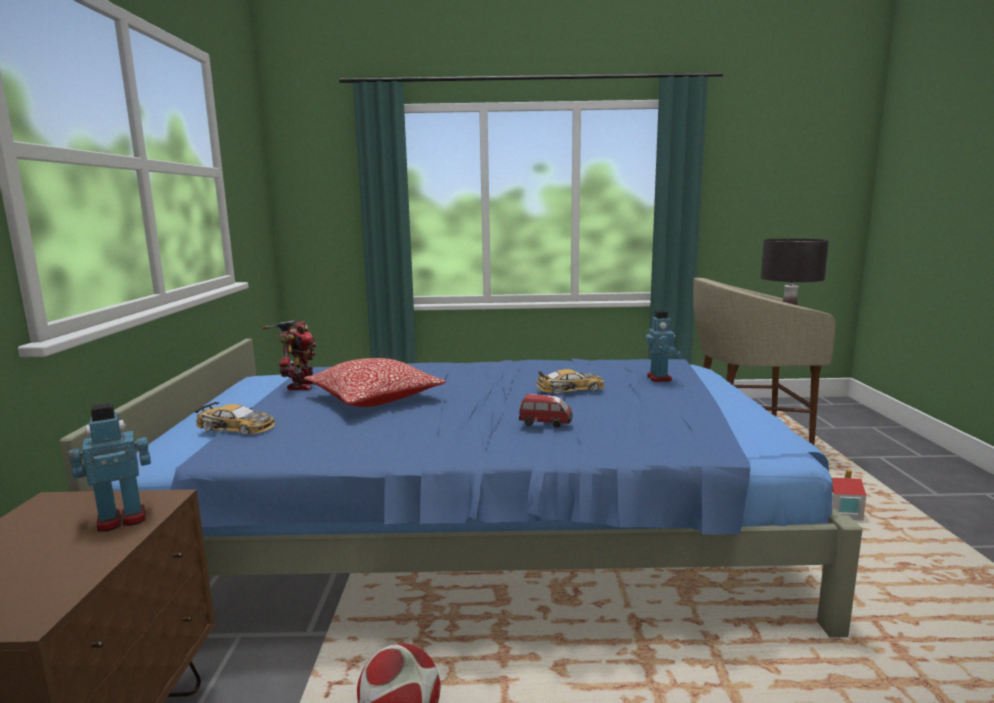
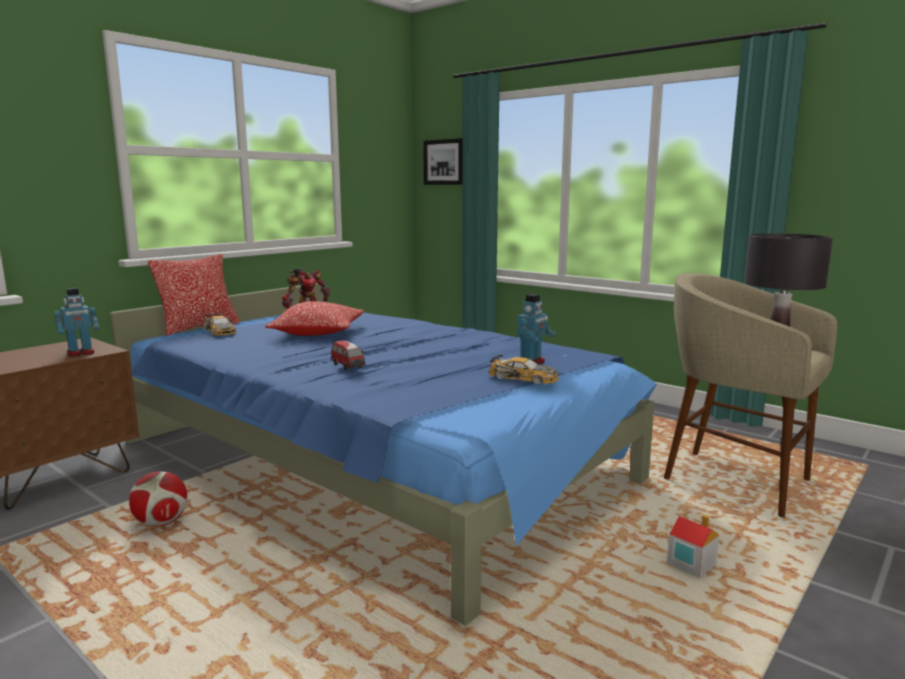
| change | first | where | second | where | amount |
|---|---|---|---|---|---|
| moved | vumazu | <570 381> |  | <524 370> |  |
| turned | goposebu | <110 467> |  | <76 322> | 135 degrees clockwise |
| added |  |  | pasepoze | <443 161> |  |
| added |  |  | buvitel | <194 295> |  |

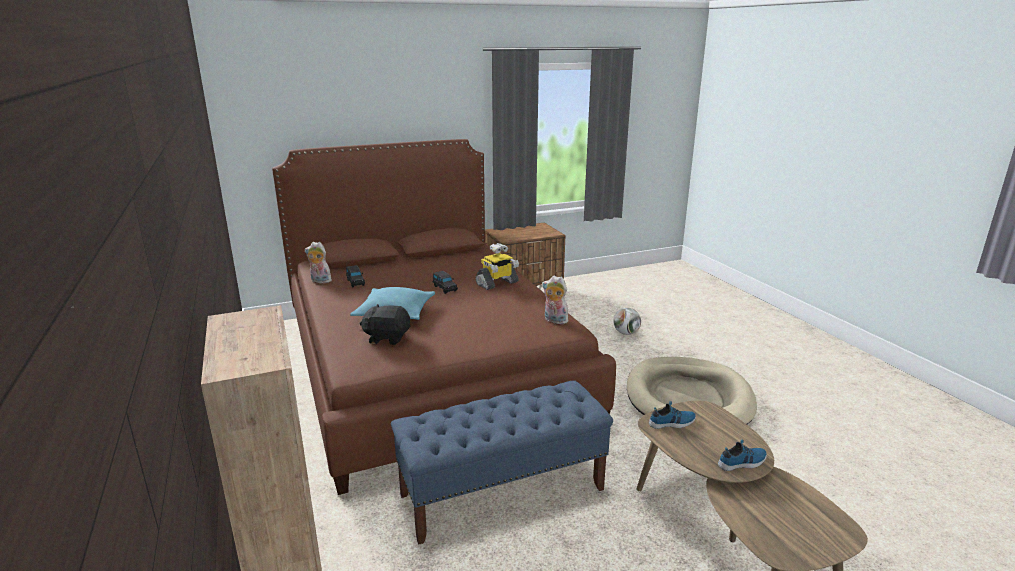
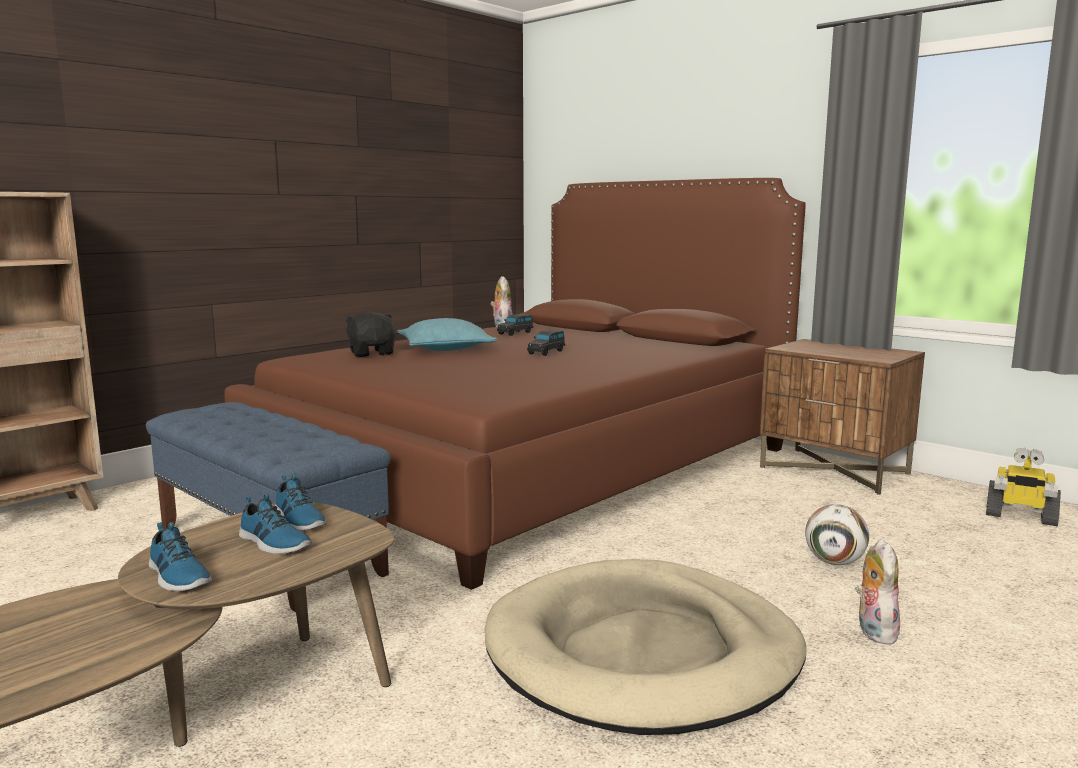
| change | first | where | second | where | amount |
|---|---|---|---|---|---|
| moved | goposebu | <497 266> |  | <1023 487> |  |
| moved | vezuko | <555 300> |  | <877 592> |  |
| added |  |  | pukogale | <275 524> |  |

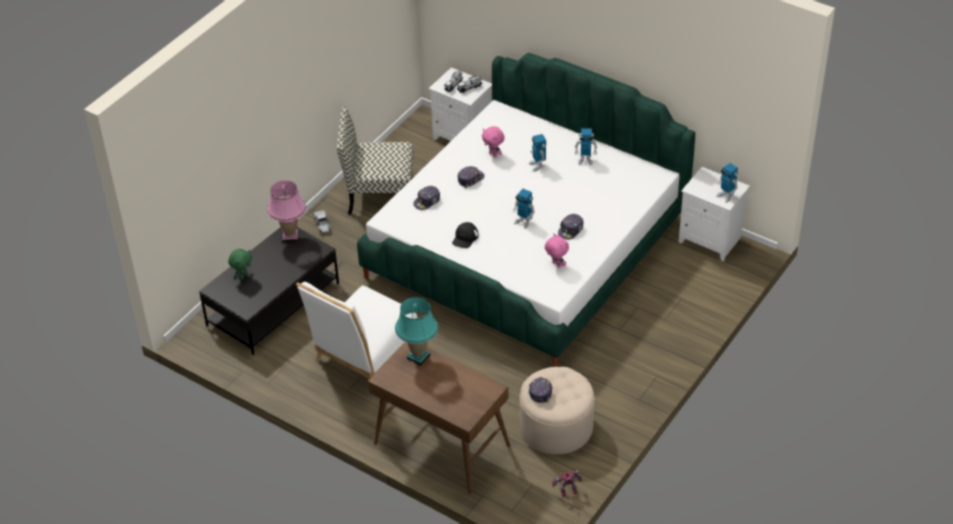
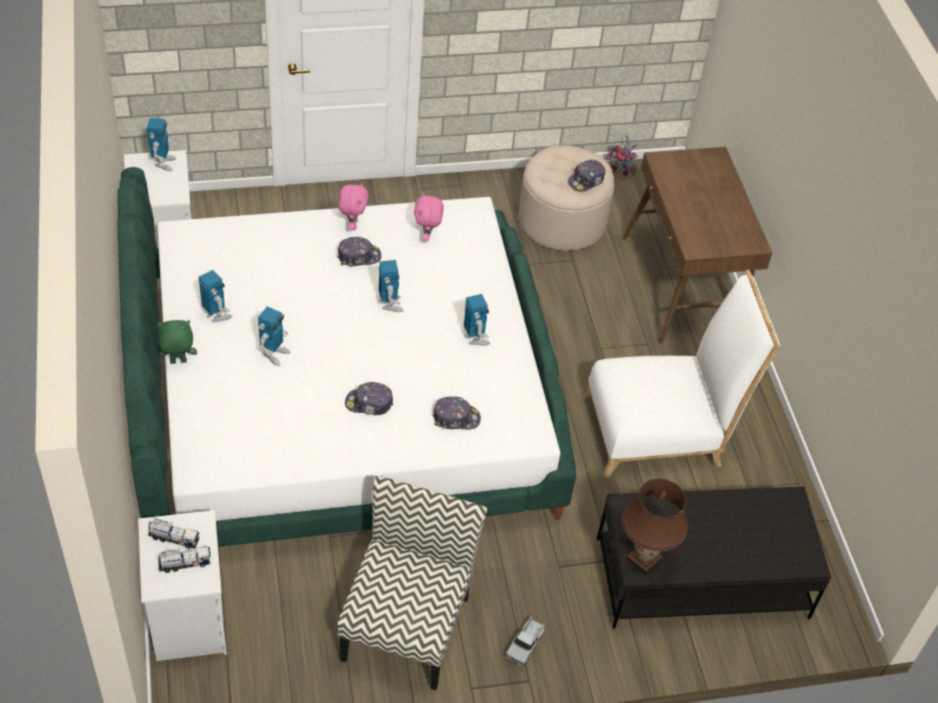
| change | first | where | second | where | amount |
|---|---|---|---|---|---|
| turned | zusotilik | <375 160> |  | <412 583> | 120 degrees counterclockwise |
| moved | vezuko (pink) | <493 141> |  | <353 206> |  |
| recoloured | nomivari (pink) | <286 211> | nomivari (brown) | <654 526> |  |
| replaced | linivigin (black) | <465 235> | goposebu | <477 320> |  |
| moved | vezuko (green) | <240 265> |  | <177 342> |  |
| removed | nomivari (turquoise) | <416 331> |  |  |  |

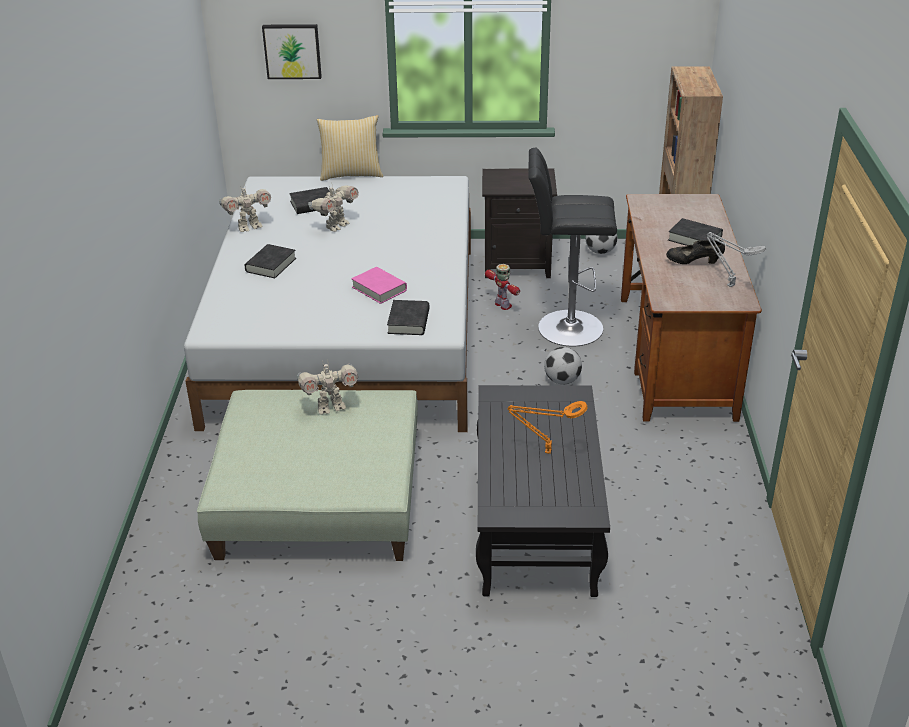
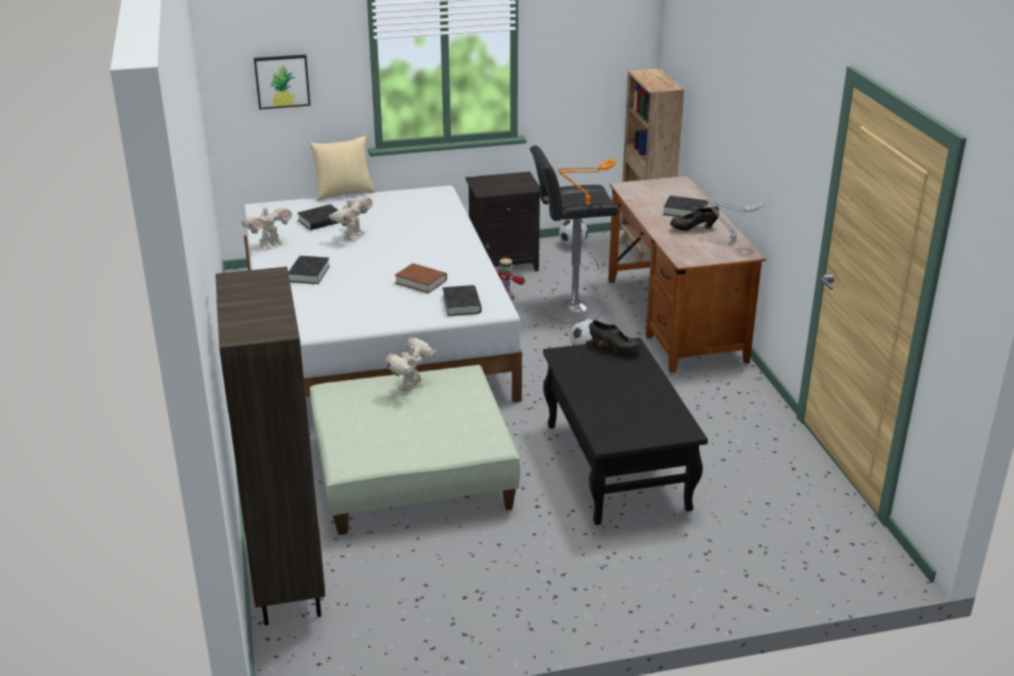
| change | first | where | second | where | amount |
|---|---|---|---|---|---|
| recoloured | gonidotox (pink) | <379 285> | gonidotox (brown) | <421 278> |  |
| turned | goposebu | <327 388> |  | <410 364> | 150 degrees clockwise |
| moved | nomivari (orange) | <547 427> |  | <587 182> |  |
| added |  |  | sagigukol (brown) | <270 446> |  |
| added |  |  | pukogale (black) | <616 336> |  |

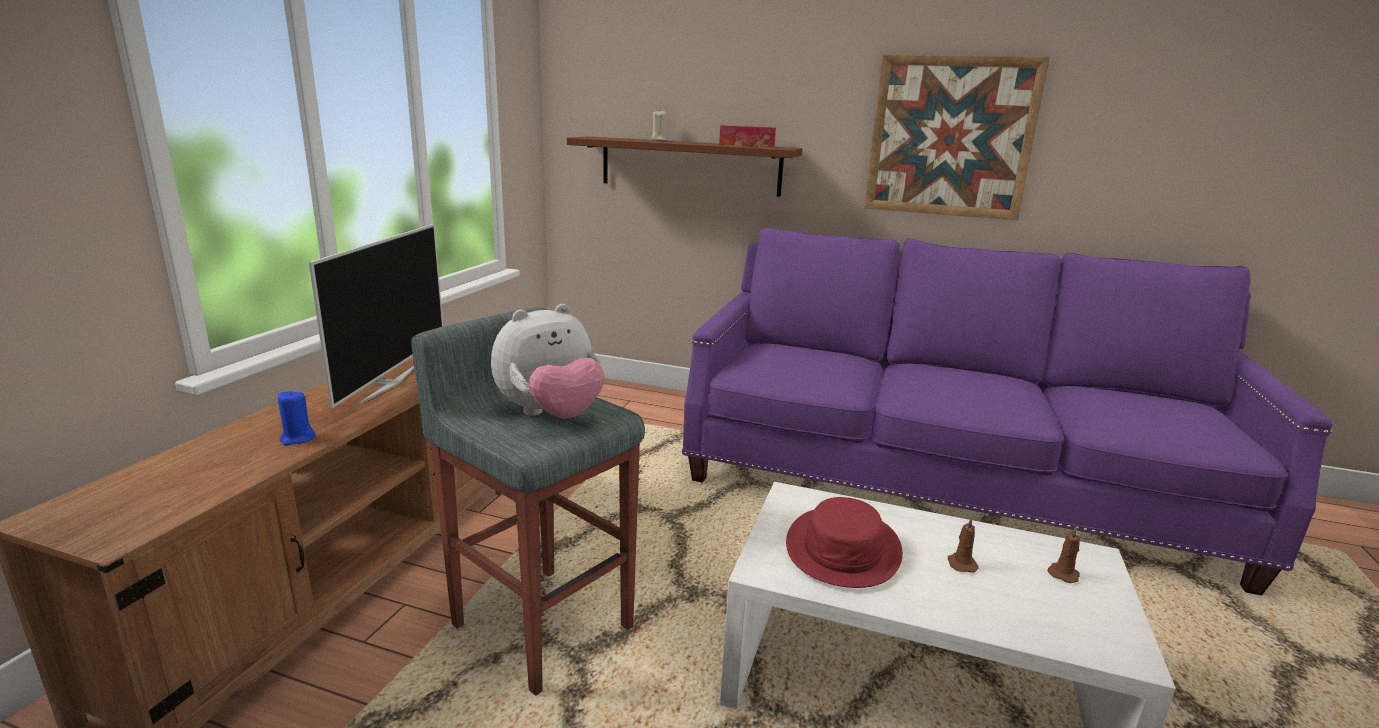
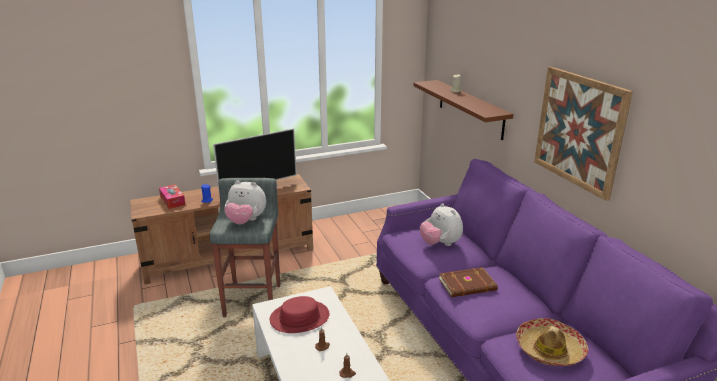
| change | first | where | second | where | amount |
|---|---|---|---|---|---|
| moved | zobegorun | <747 136> |  | <172 196> |  |
| added |  |  | vezuko | <441 224> |  |
| added |  |  | gonidotox (brown) | <468 282> |  |
| added |  |  | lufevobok | <552 342> |  |

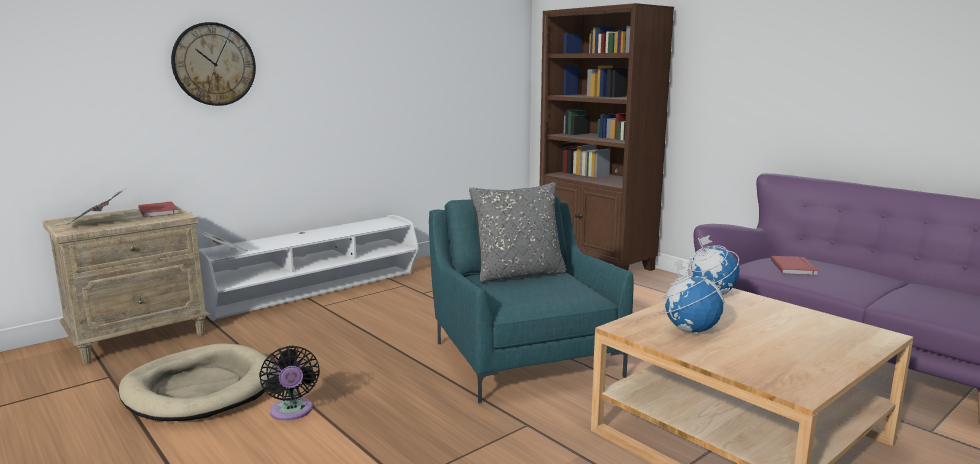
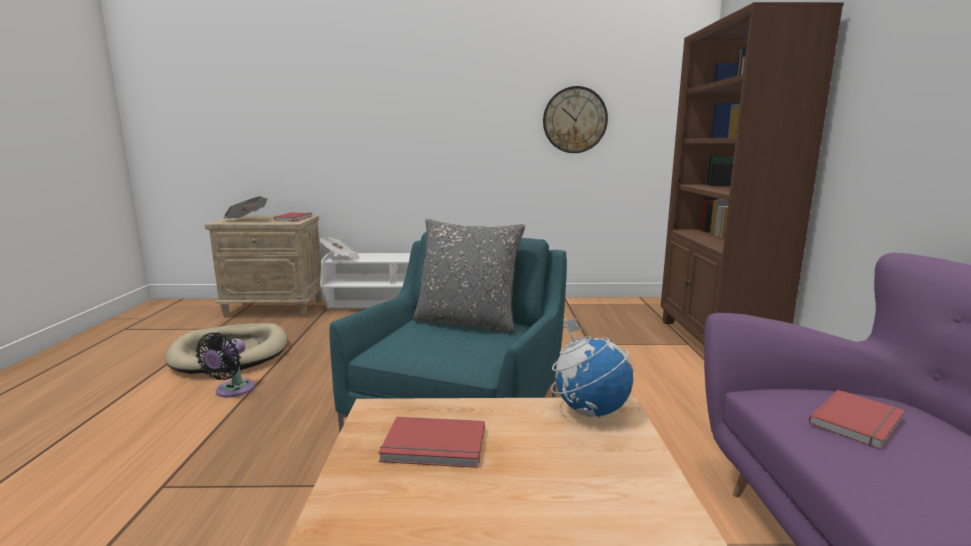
| change | first | where | second | where | amount |
|---|---|---|---|---|---|
| moved | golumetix | <213 64> |  | <575 119> |  |
| replaced | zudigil | <692 297> | gonidotox (red) | <431 442> |  |

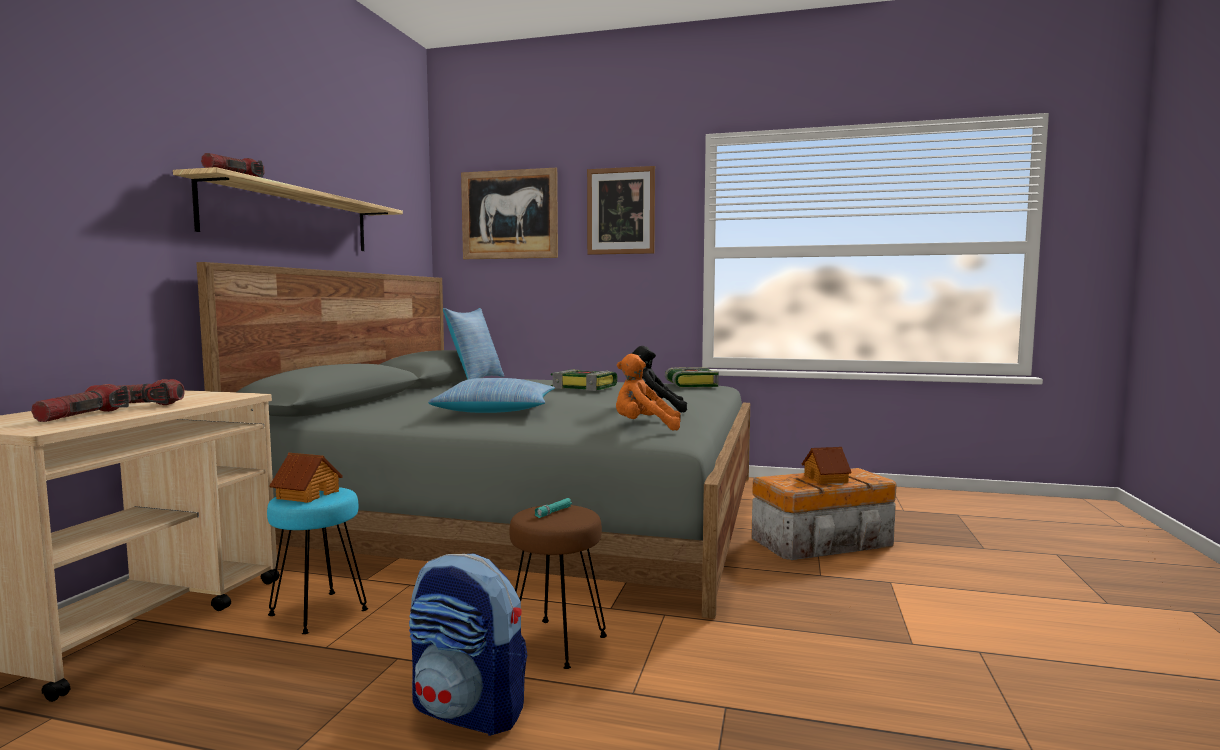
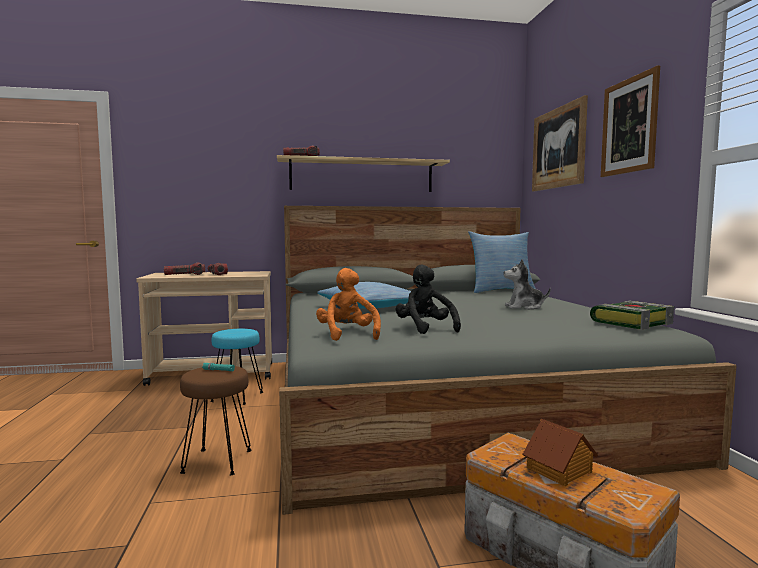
| change | first | where | second | where | amount |
|---|---|---|---|---|---|
| replaced | gonidotox | <584 380> | vezuko | <527 284> |  |
| removed | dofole | <306 478> |  |  |  |
| removed | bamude | <468 644> |  |  |  |

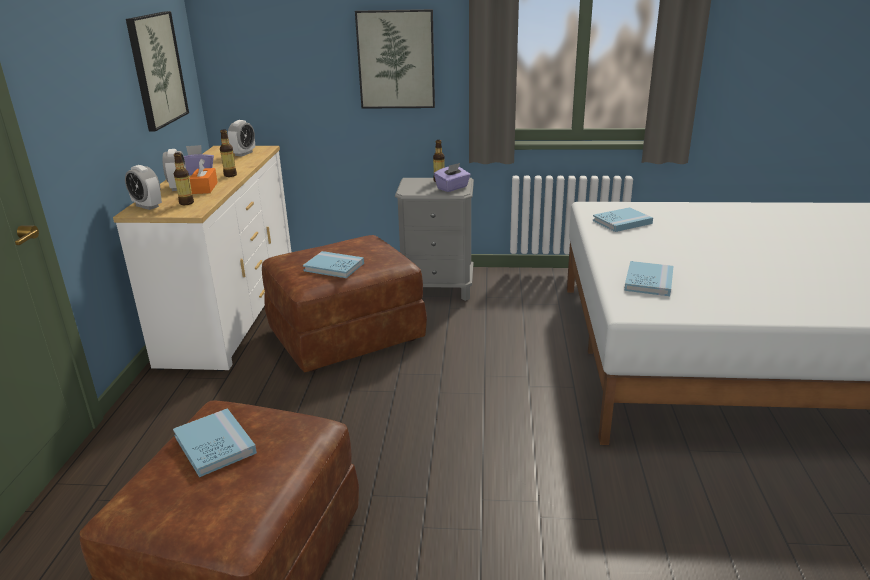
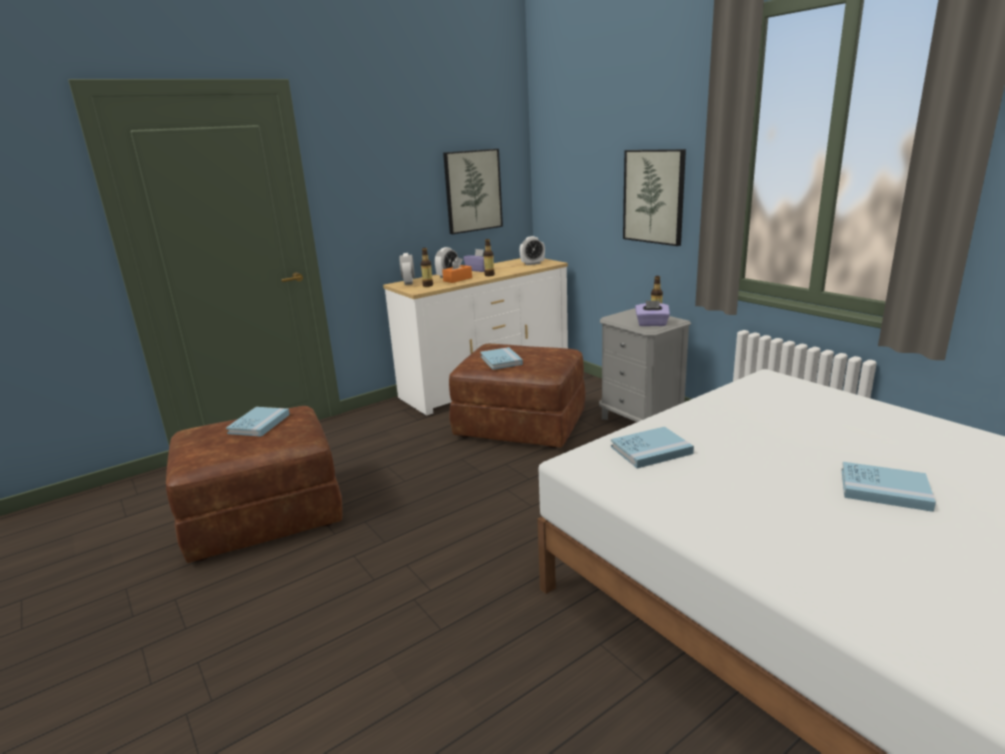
| change | first | where | second | where | amount |
|---|---|---|---|---|---|
| moved | gonidotox (blue) | <623 219> |  | <888 487> |  |

